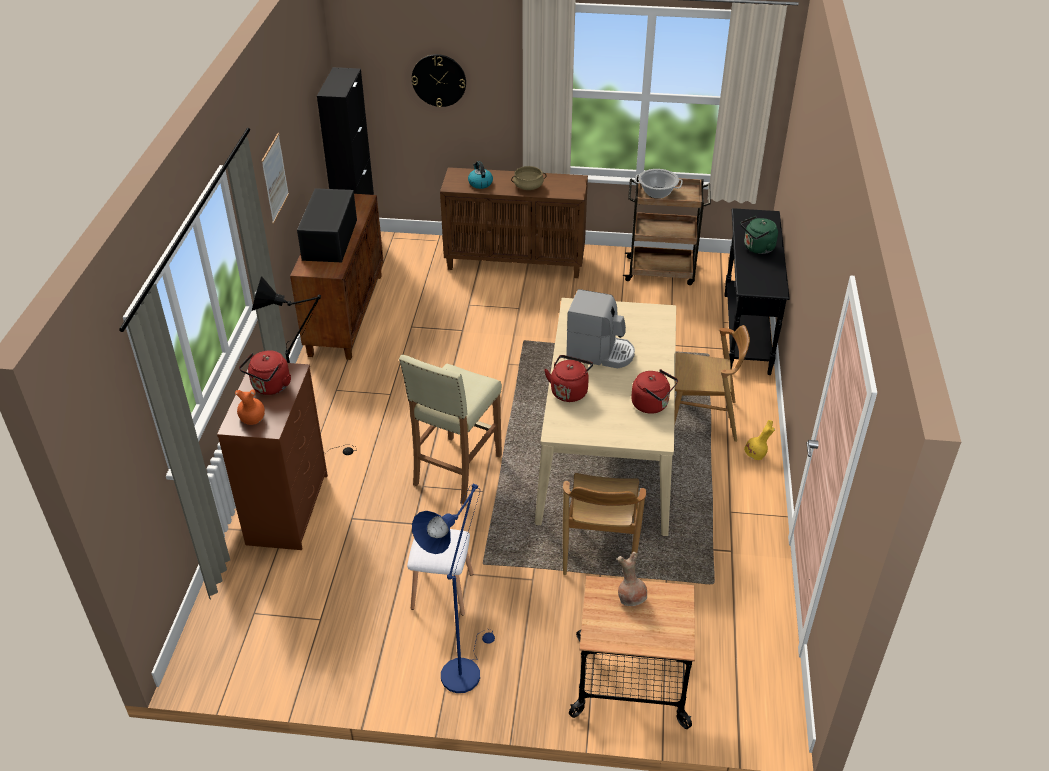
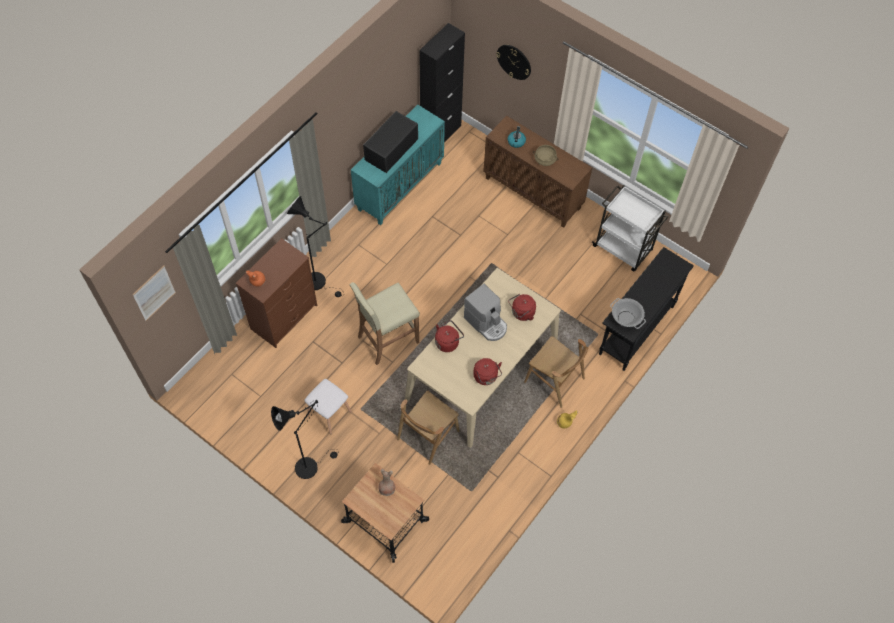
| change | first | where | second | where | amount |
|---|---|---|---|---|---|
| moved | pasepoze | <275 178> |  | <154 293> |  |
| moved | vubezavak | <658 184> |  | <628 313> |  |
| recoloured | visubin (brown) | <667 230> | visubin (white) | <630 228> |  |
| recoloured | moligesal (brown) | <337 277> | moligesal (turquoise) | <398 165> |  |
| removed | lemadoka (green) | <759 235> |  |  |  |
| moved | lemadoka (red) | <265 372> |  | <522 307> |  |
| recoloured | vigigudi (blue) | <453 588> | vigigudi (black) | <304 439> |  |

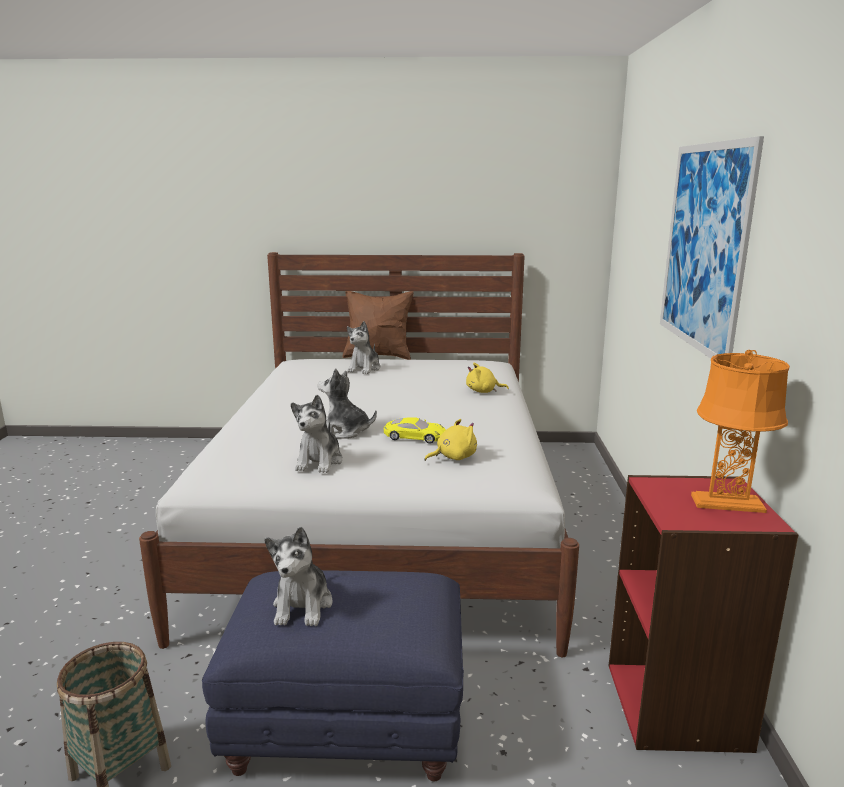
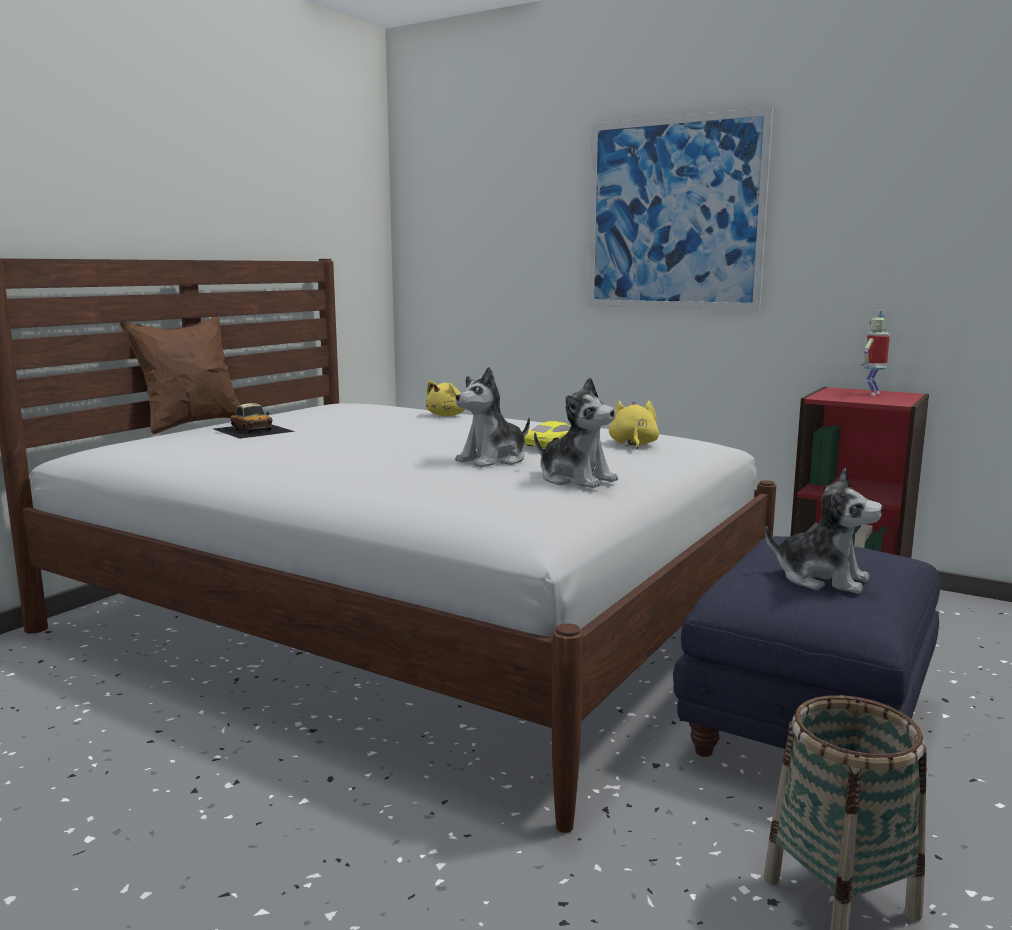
| change | first | where | second | where | amount |
|---|---|---|---|---|---|
| replaced | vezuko | <364 347> | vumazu | <254 421> |  |
| replaced | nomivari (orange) | <740 431> | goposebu | <875 352> |  |

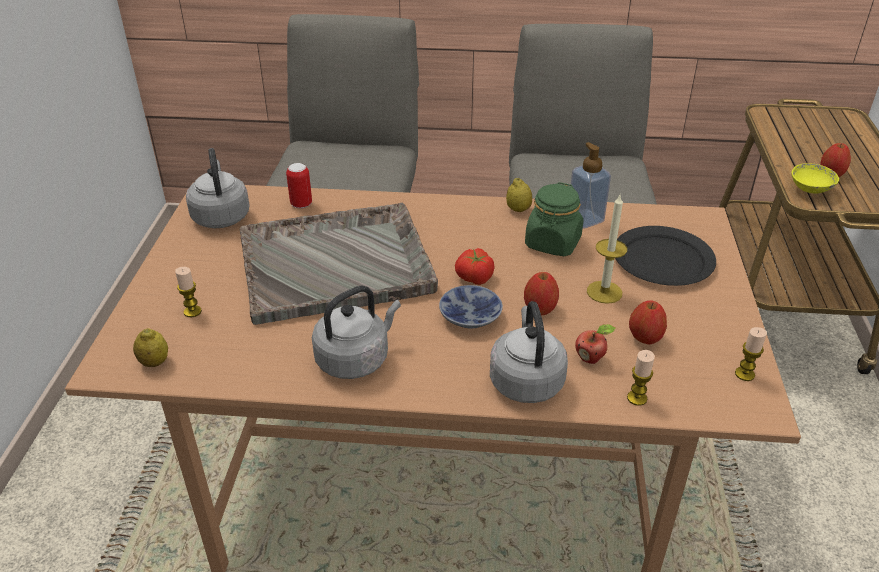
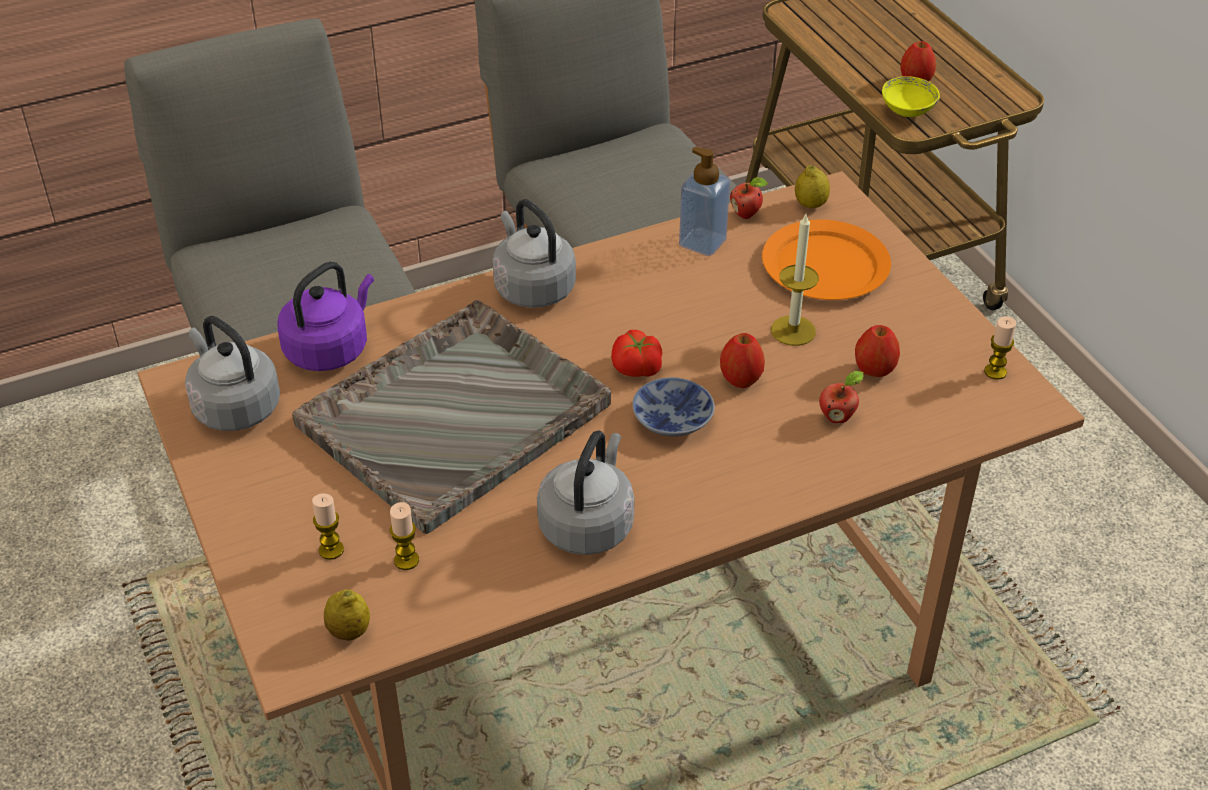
| change | first | where | second | where | amount |
|---|---|---|---|---|---|
| replaced | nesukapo | <299 186> | lemadoka (purple) | <326 316> |  |
| moved | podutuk | <519 195> |  | <812 186> |  |
| removed | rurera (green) | <554 219> |  |  |  |
| recoloured | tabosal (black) | <665 256> | tabosal (orange) | <826 259> |  |
| moved | lemadoka (grey) | <529 352> |  | <534 253> |  |
| moved | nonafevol | <641 378> |  | <404 536> |  |
| added |  |  | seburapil | <749 198> |  |

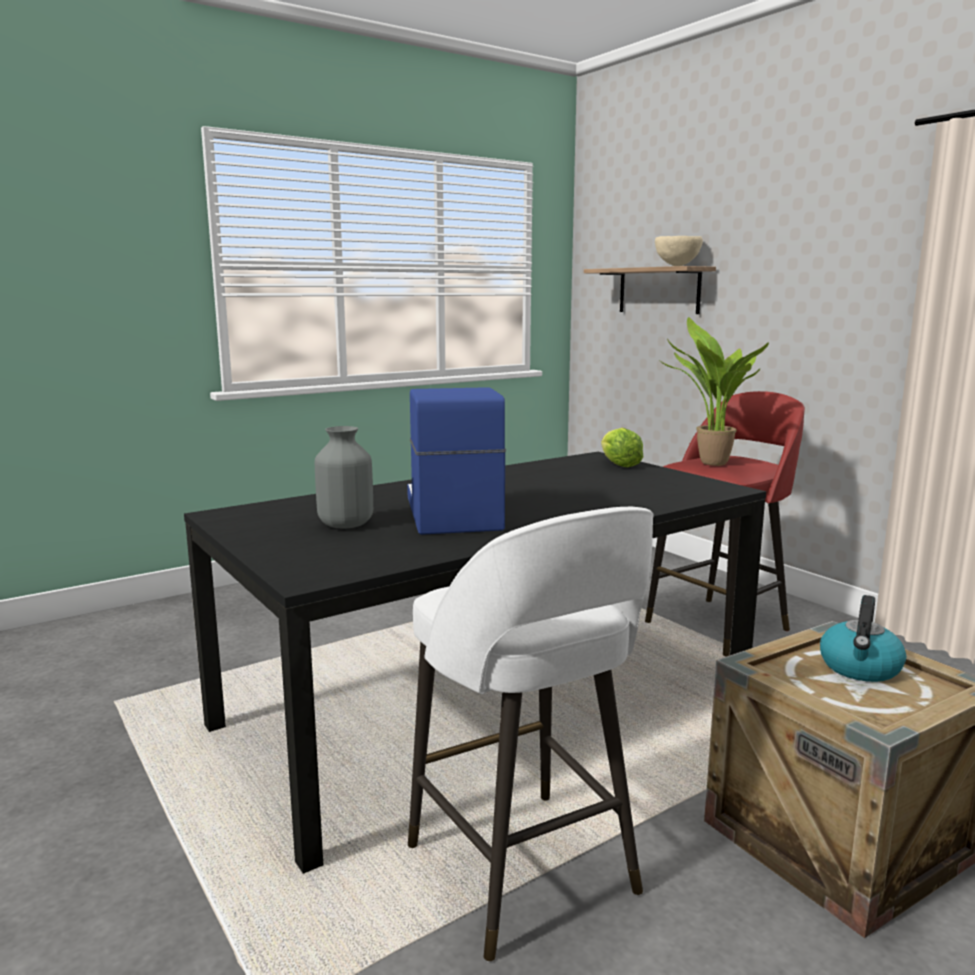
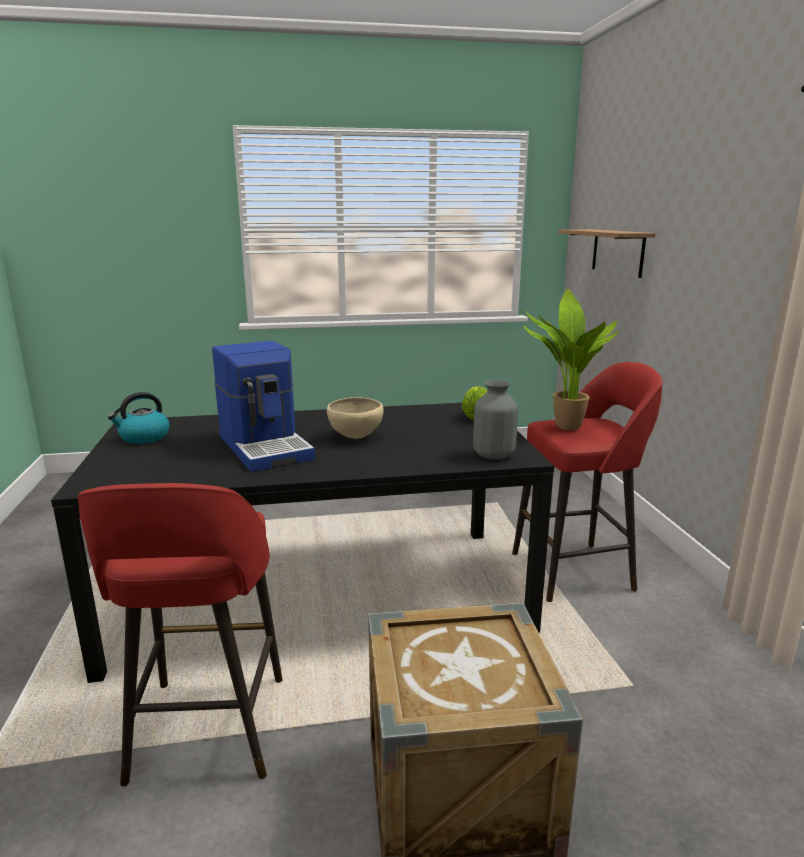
| change | first | where | second | where | amount |
|---|---|---|---|---|---|
| moved | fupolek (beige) | <679 251> |  | <355 418> |  |
| turned | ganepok | <456 461> |  | <263 406> | 135 degrees clockwise |
| moved | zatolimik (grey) | <344 477> |  | <495 420> |  |
| recoloured | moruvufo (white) | <531 734> | moruvufo (red) | <180 634> |  |
| moved | lemadoka | <863 638> |  | <139 418> |  |

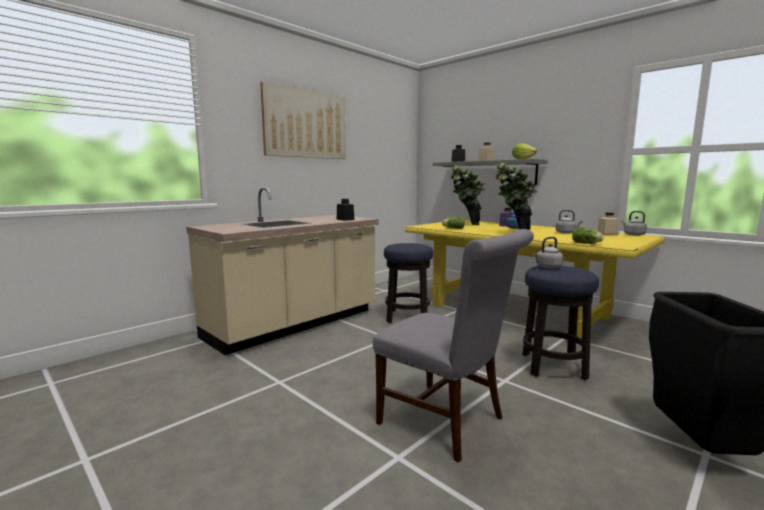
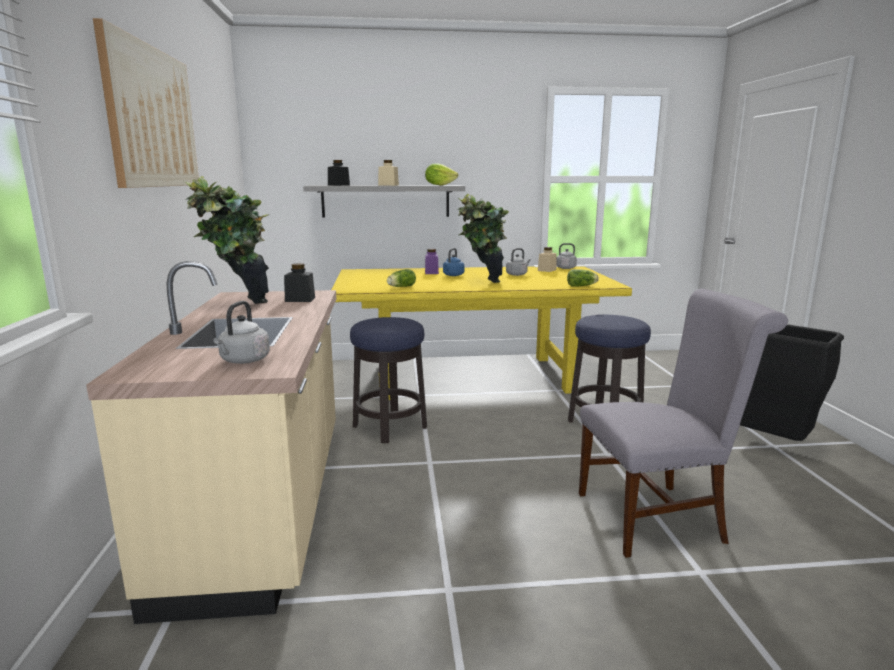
| change | first | where | second | where | amount |
|---|---|---|---|---|---|
| moved | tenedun | <468 195> |  | <226 240> |  |
| moved | lemadoka (grey) | <548 253> |  | <241 332> |  |

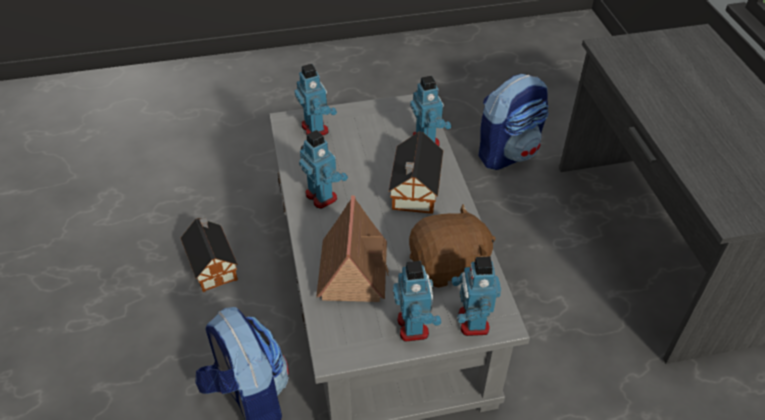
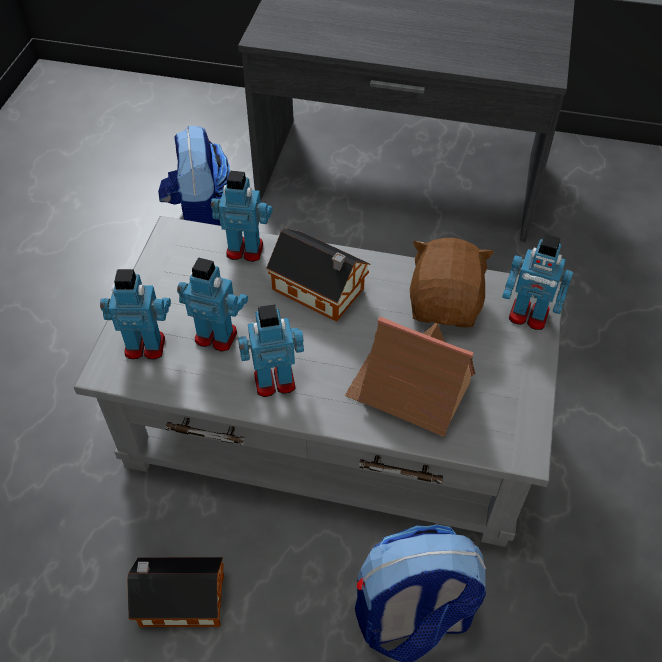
| change | first | where | second | where | amount |
|---|---|---|---|---|---|
| moved | goposebu | <417 301> |  | <212 305> |  |

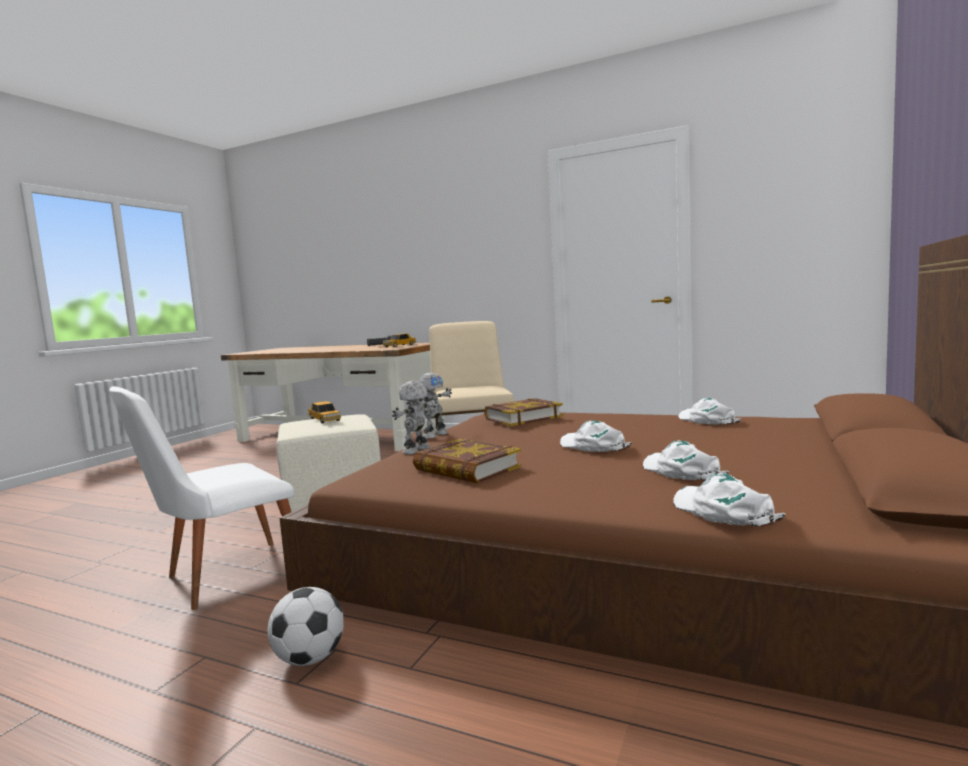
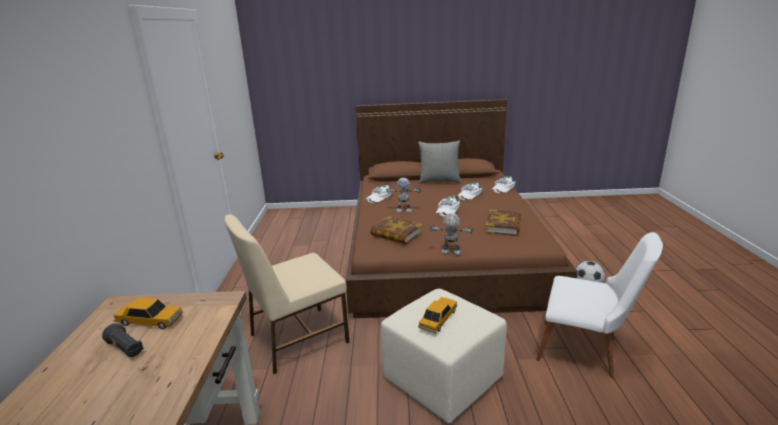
| change | first | where | second | where | amount |
|---|---|---|---|---|---|
| moved | goposebu | <414 418> |  | <404 195> |  |
| added |  |  | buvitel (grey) | <439 162> |  |

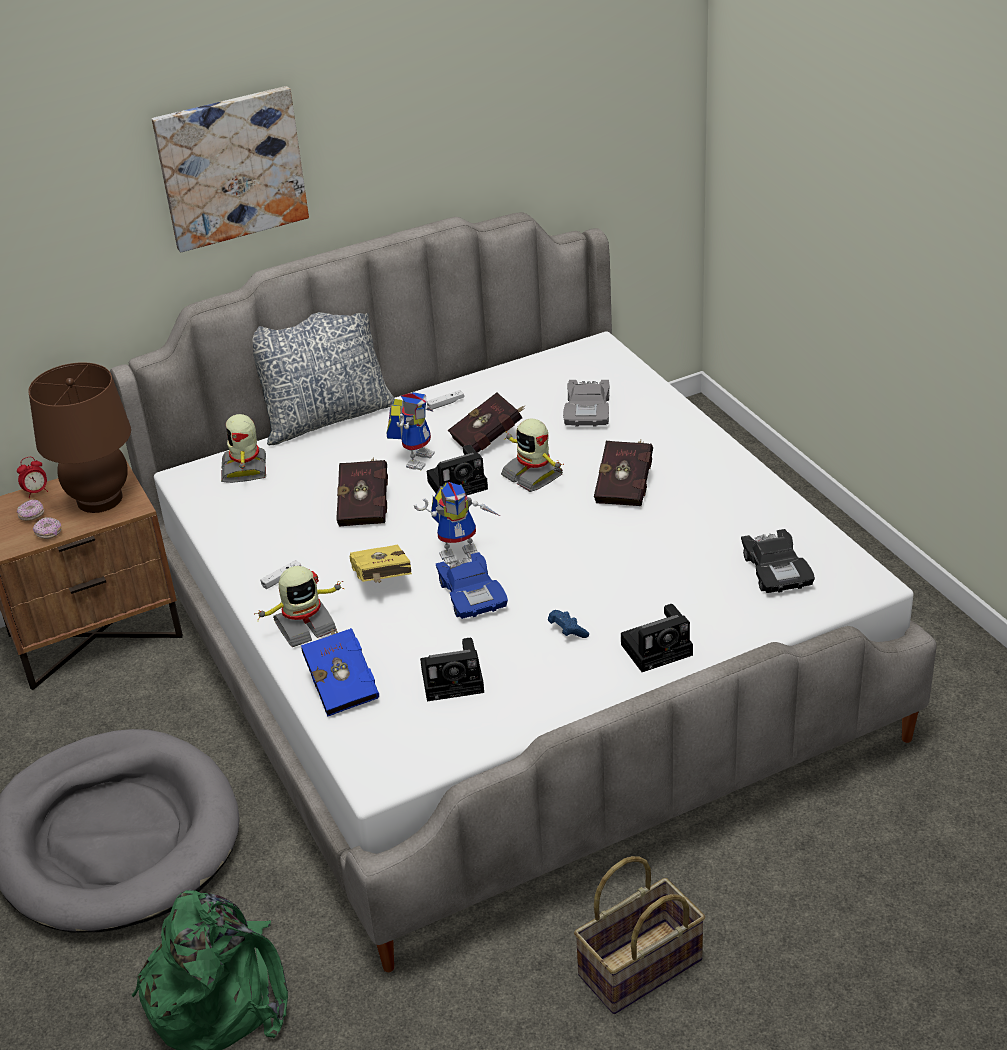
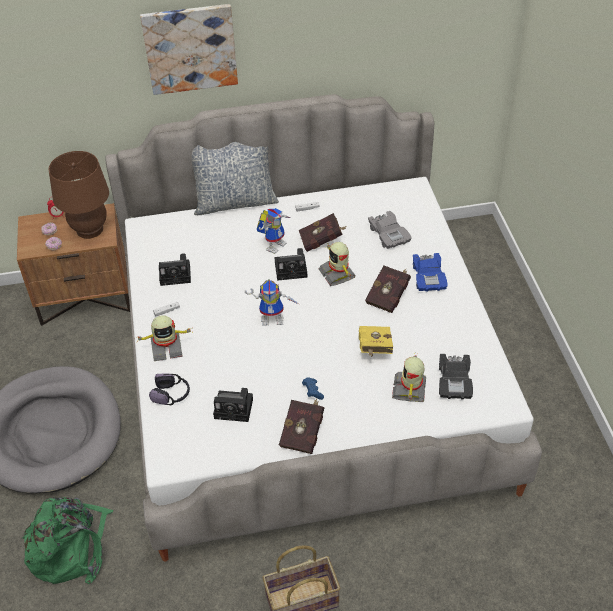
| change | first | where | second | where | amount |
|---|---|---|---|---|---|
| turned | vumazu (grey) | <586 403> |  | <390 230> | 45 degrees counterclockwise |
| moved | goposebu | <243 448> |  | <409 377> |  |
| moved | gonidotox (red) | <362 492> |  | <301 426> |  |
| moved | gonidotox (yellow) | <381 564> |  | <376 341> |  |
| moved | vumazu (blue) | <472 585> |  | <430 272> |  |
| moved | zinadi | <657 638> |  | <175 269> |  |
| replaced | gonidotox (blue) | <340 672> | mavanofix | <169 389> |  |

